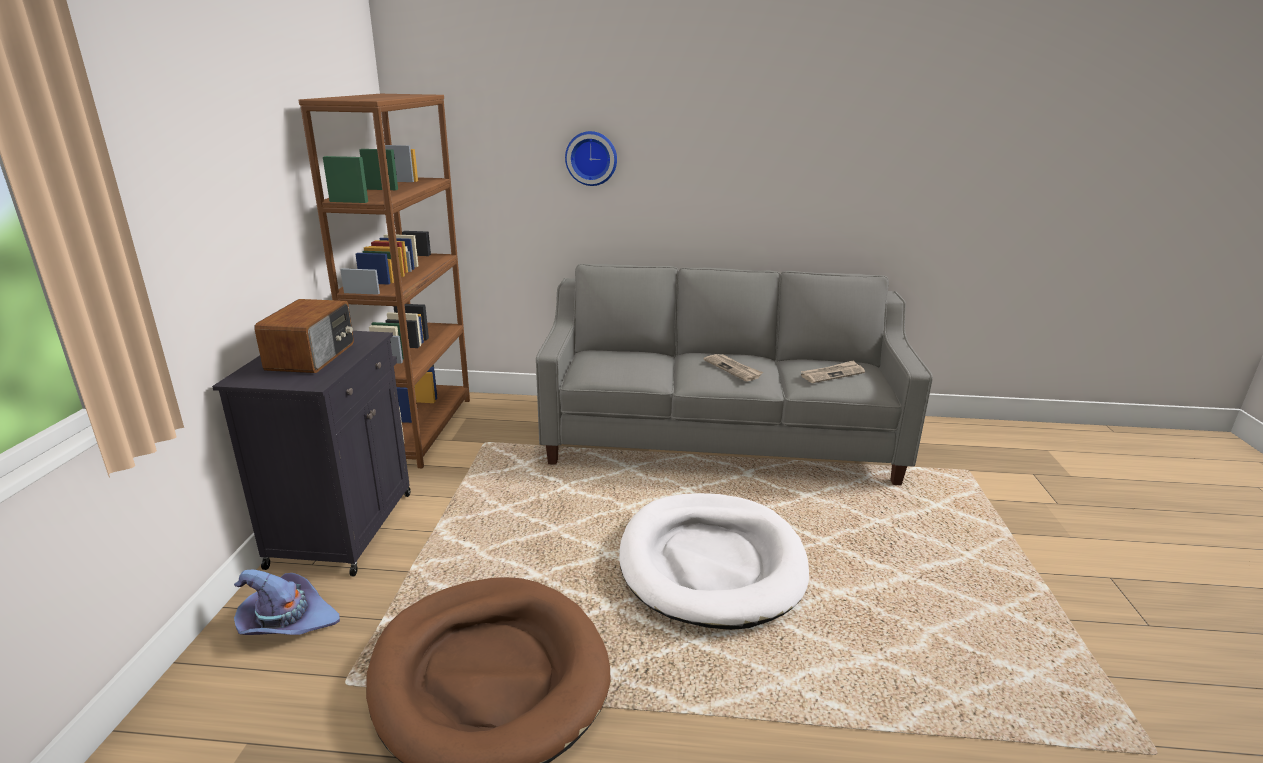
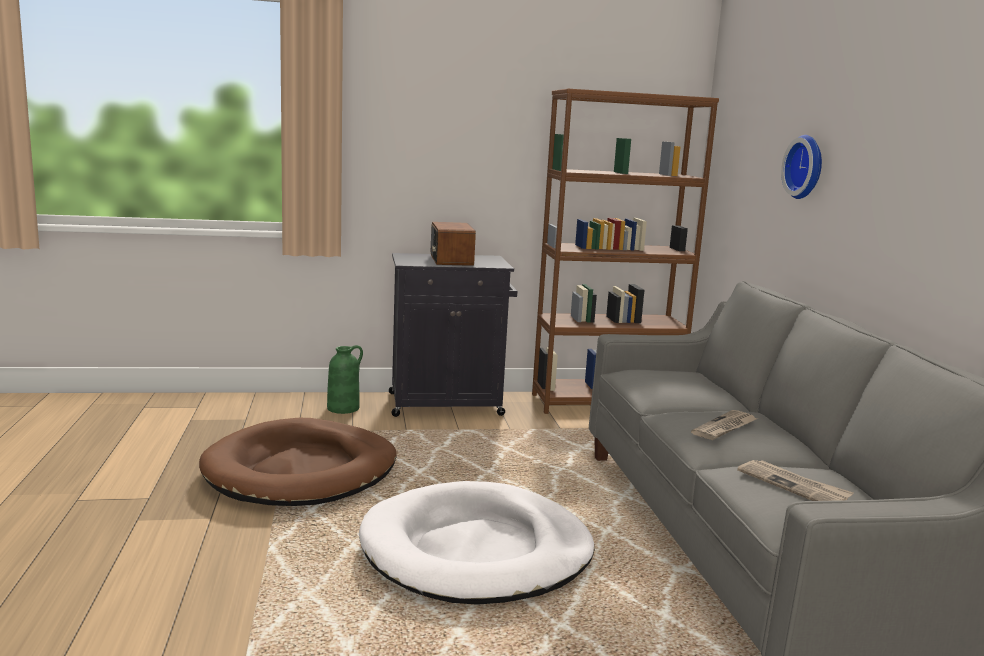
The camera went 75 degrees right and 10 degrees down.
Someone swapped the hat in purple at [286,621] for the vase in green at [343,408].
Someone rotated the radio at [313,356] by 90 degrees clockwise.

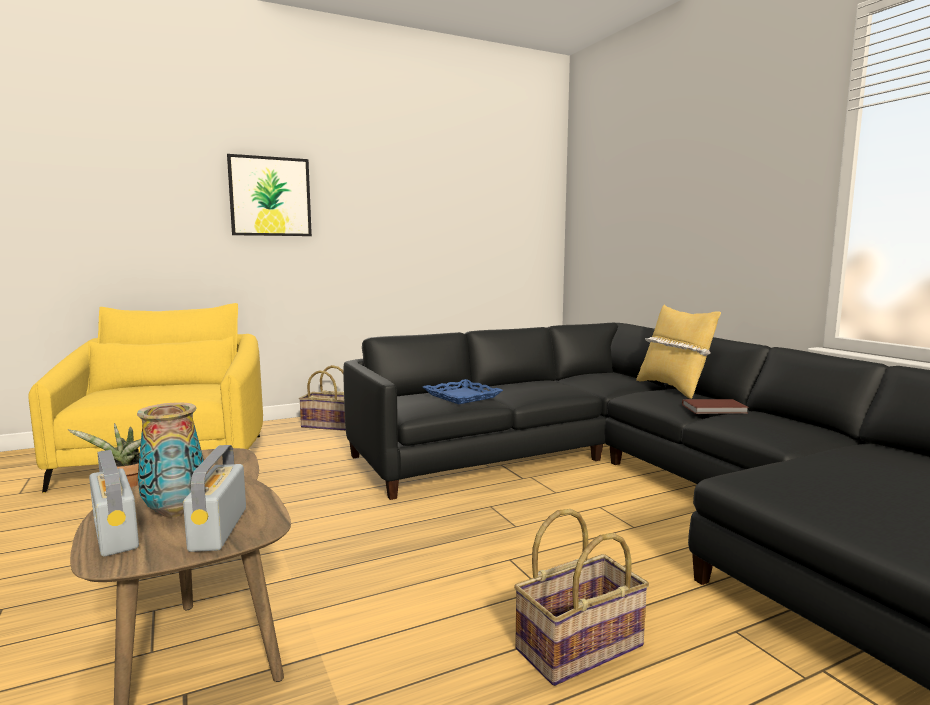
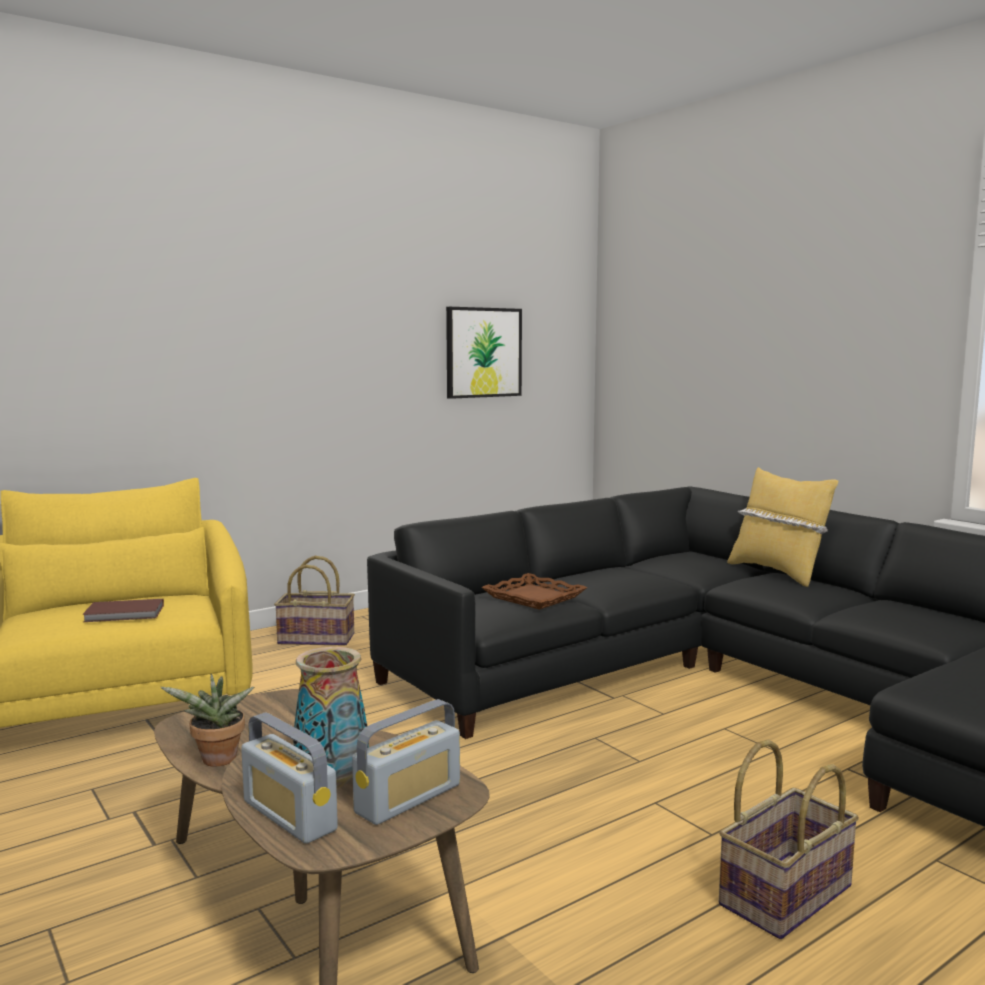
The camera went 10 degrees left and 0 degrees up.
Someone carried the picture from [270,196] to [483,352].
Someone carried the book in brown from [715,409] to [125,614].
Someone repainted the tray in blue at [461,396], which became the tray in brown at [533,597].
Someone rotated the radio at [218,529] by 120 degrees counterclockwise.

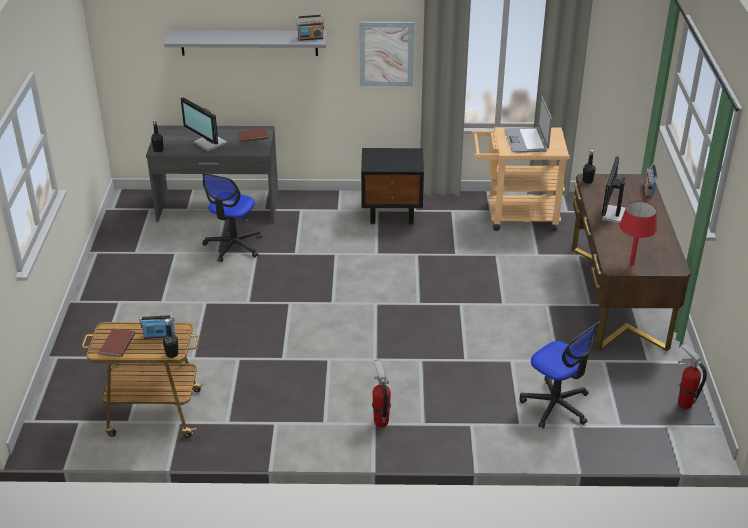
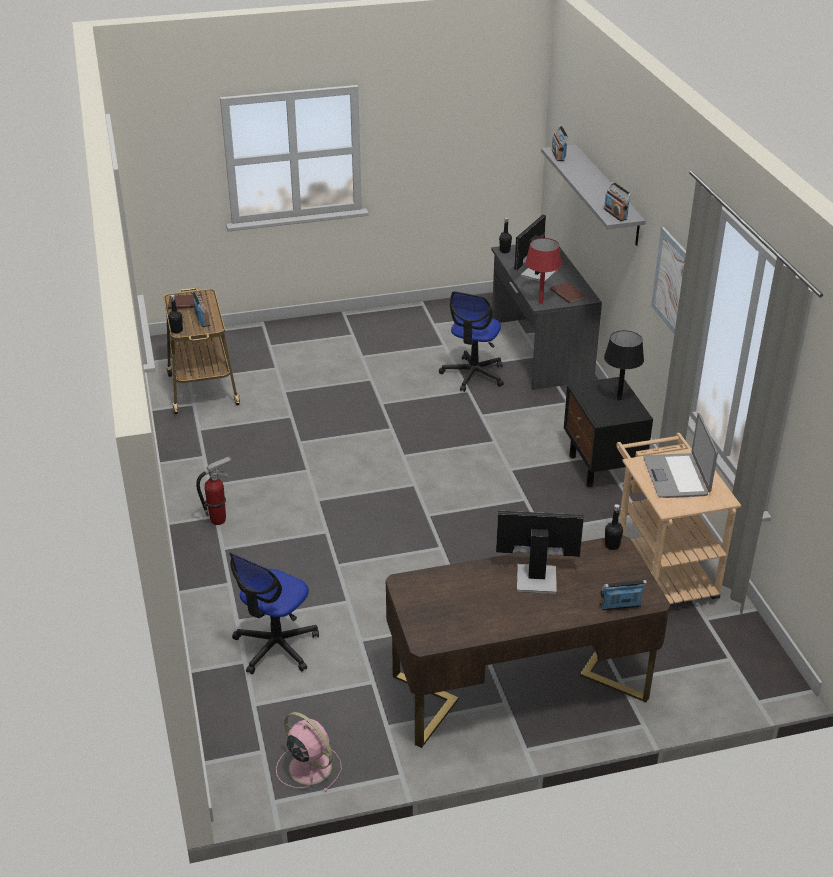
The camera went 75 degrees right and 0 degrees up.
Someone put down the radio at [558,155].
Someone put down the table lamp in black at [619,399].
Someone carried the table lamp in red from [631,264] to [540,302].
Someone swapped the fire extinguisher at [684,404] for the fan in pink at [308,766].
Someone rotated the office chair at [233,246] by 75 degrees counterclockwise.
Someone rotated the laptop at [526,141] by 75 degrees counterclockwise.

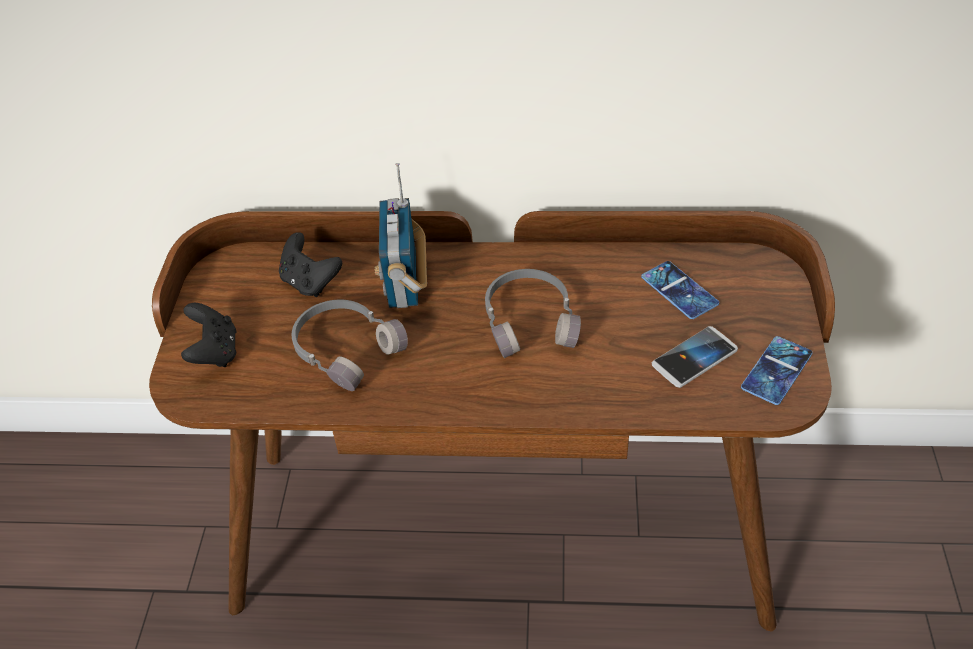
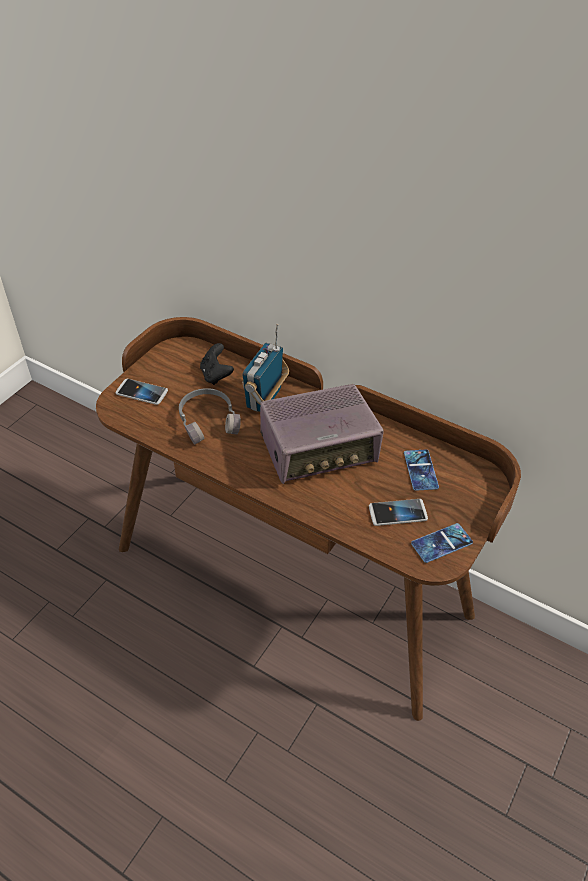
The camera went 25 degrees right and 0 degrees up.
Someone swapped the game controller in black at [215,352] for the phone at [142,392].
Someone swapped the headphones in grey at [530,321] for the radio at [319,449].

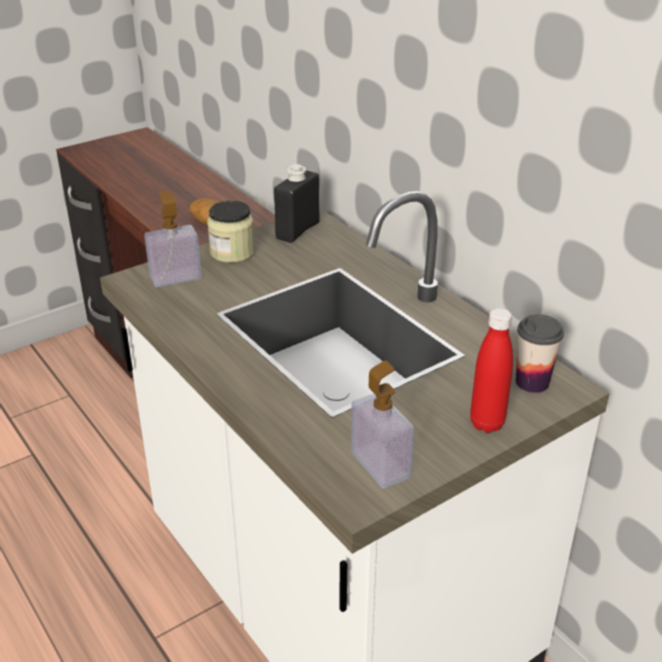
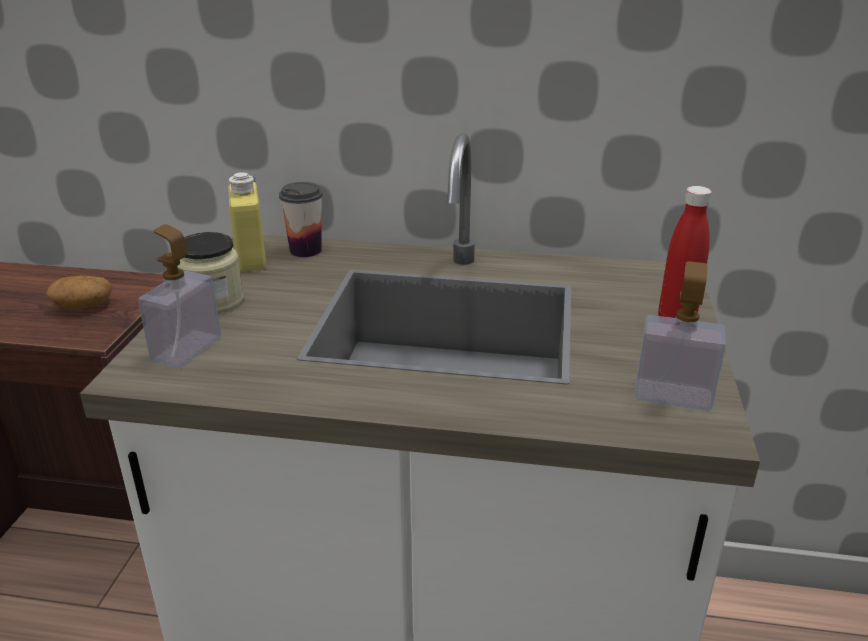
The camera went 45 degrees left and 5 degrees down.
Someone carried the cup from [532,382] to [305,250].
Someone repainted the bottle in black at [297,230], which became the bottle in yellow at [251,257].

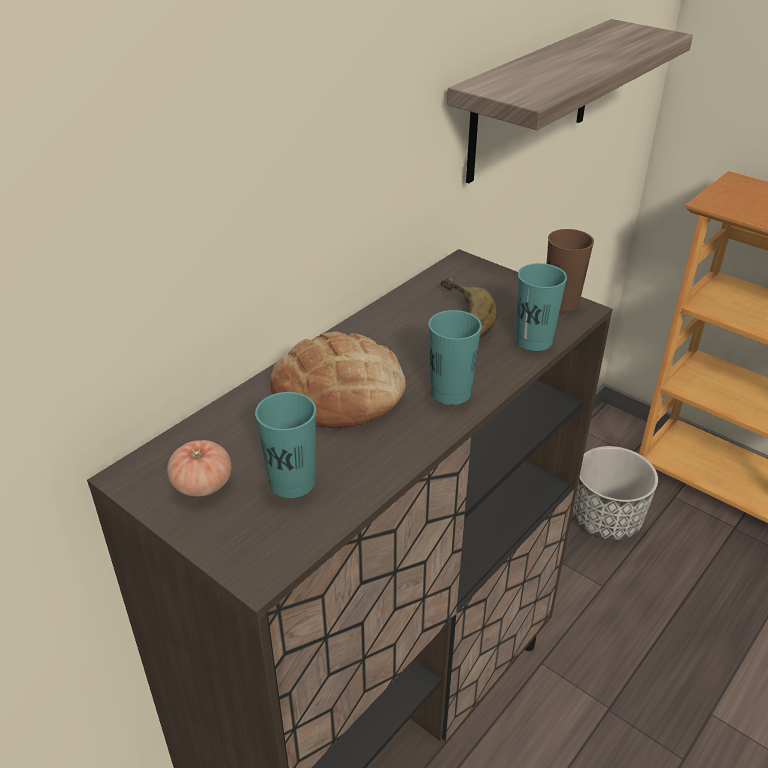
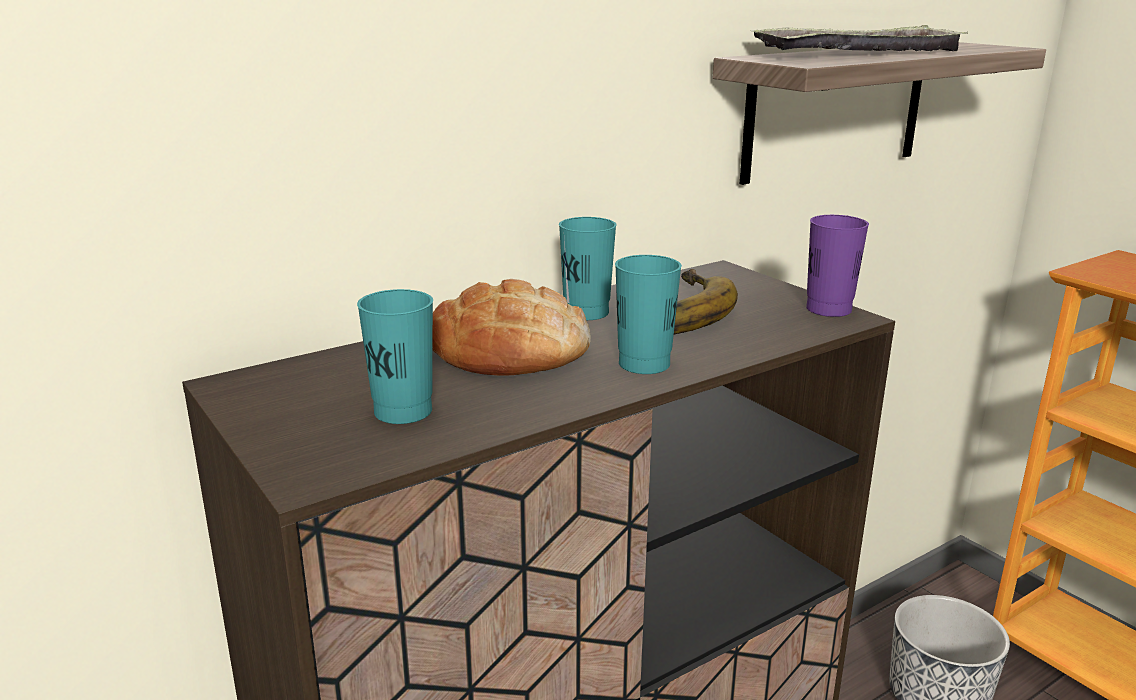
The camera went 15 degrees right and 15 degrees down.
Someone took away the tomato at [202,484].
Someone put down the tray at [859,53].
Someone carried the cup in turquoise from [533,341] to [586,313].
Someone repainted the cup in brown at [561,302], which became the cup in purple at [828,309].

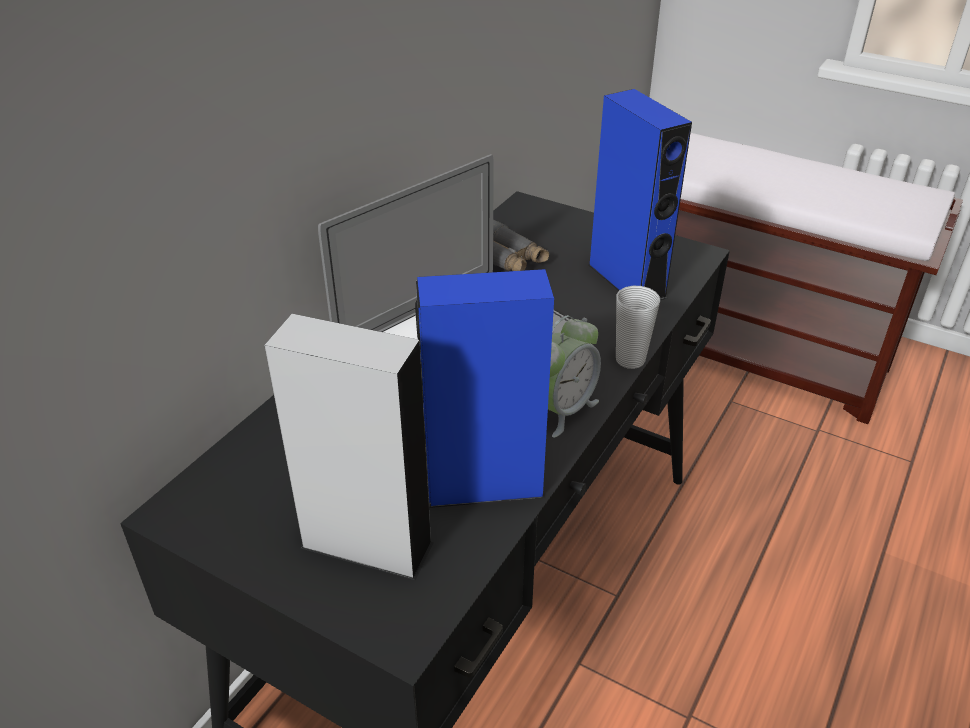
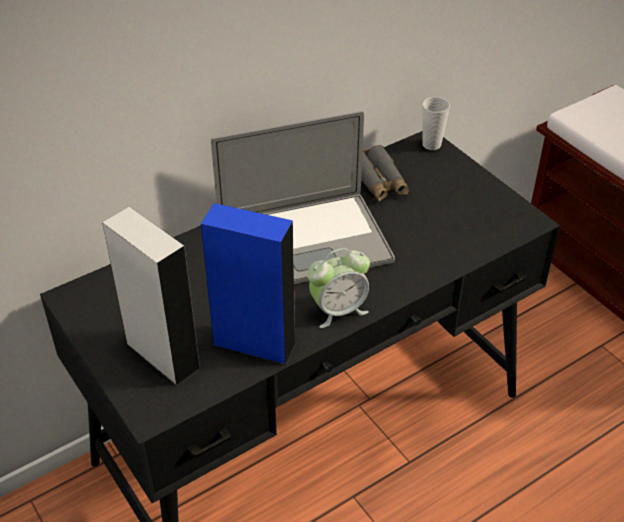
The camera went 25 degrees right and 5 degrees up.
Someone took away the speaker in blue at [626,281].
Someone carried the cup from [630,360] to [431,145].

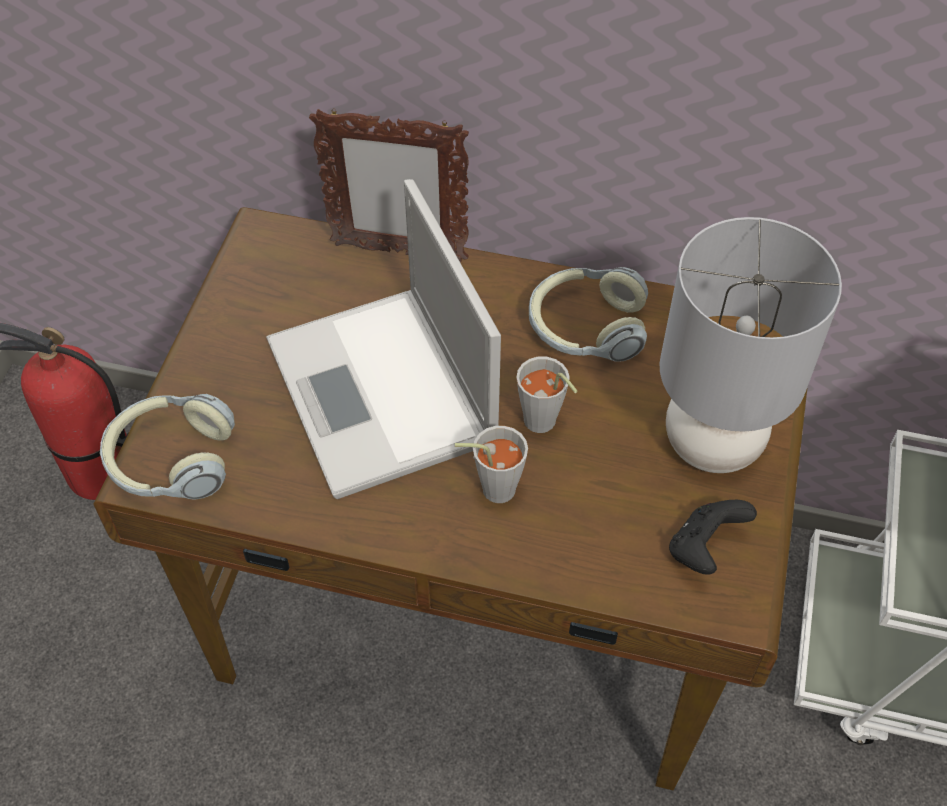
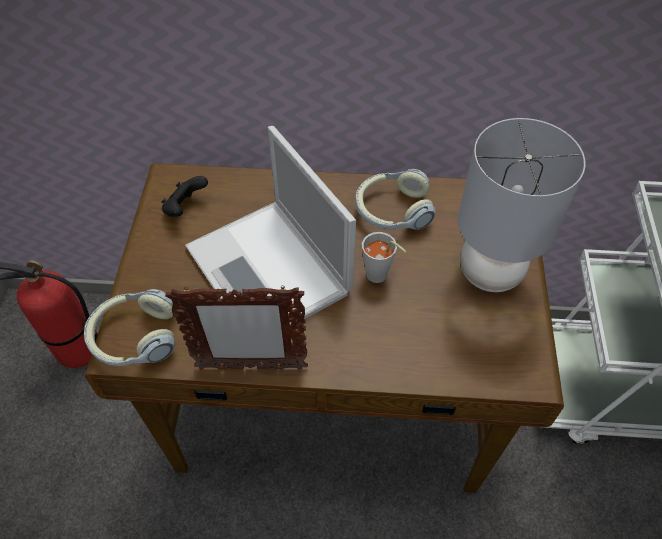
The camera went 10 degrees left and 0 degrees up.
Someone took away the cup in grey at [490,489].
Someone carried the picture frame from [398,252] to [250,367].
Someone carried the game controller in black from [704,548] to [185,208].

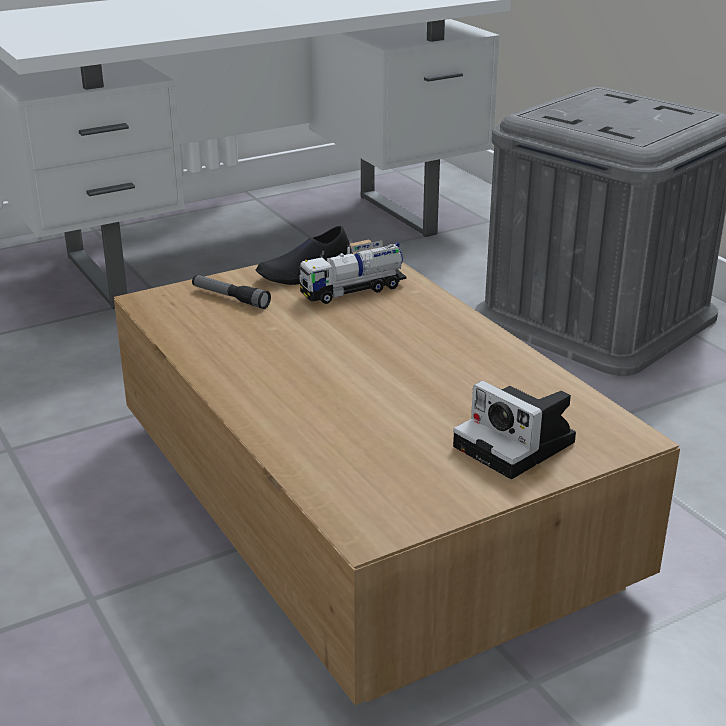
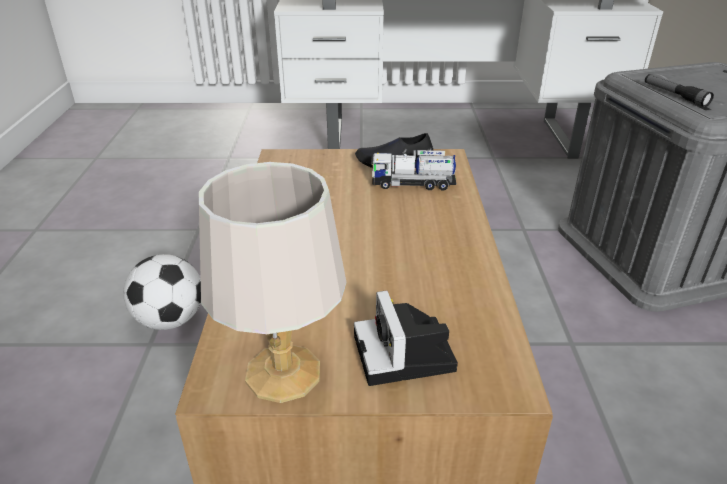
The camera went 30 degrees right and 5 degrees up.
Someone put down the football at [170,319].
Someone put down the table lamp in grey at [285,372].
Someone carried the flashlight from [230,298] to [674,95].

